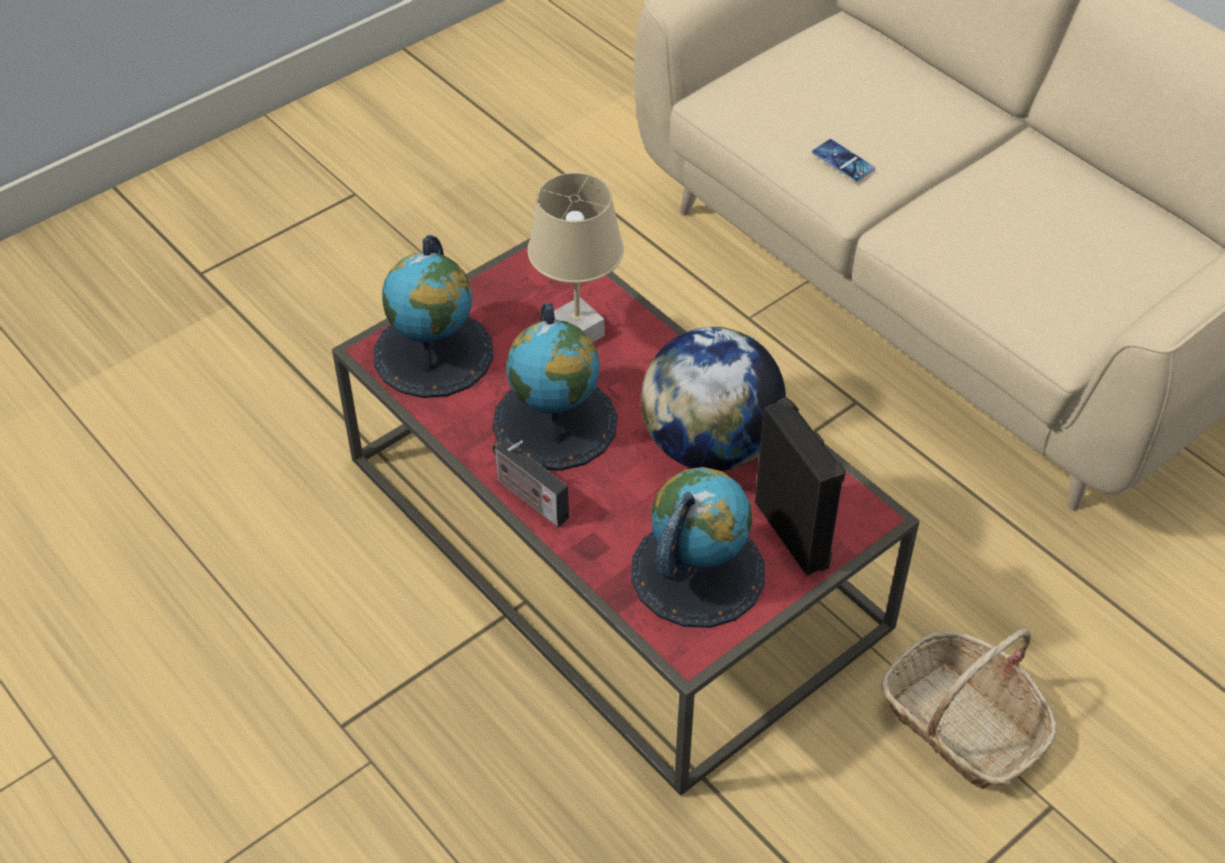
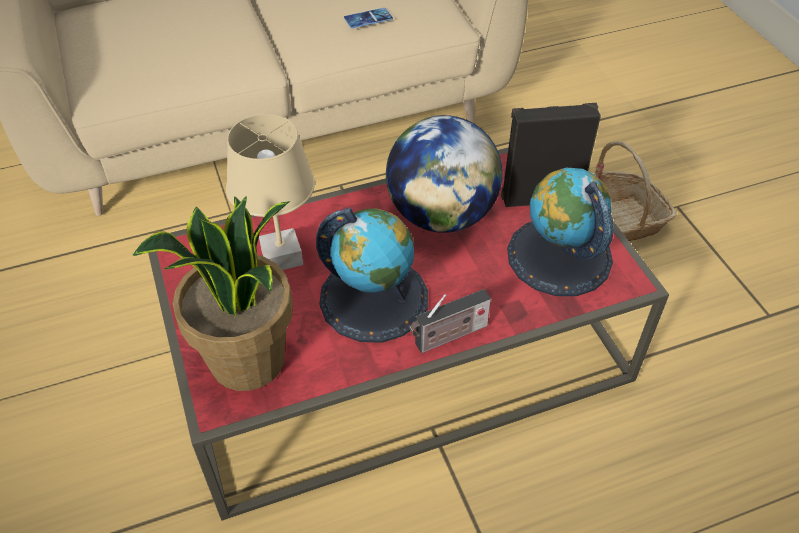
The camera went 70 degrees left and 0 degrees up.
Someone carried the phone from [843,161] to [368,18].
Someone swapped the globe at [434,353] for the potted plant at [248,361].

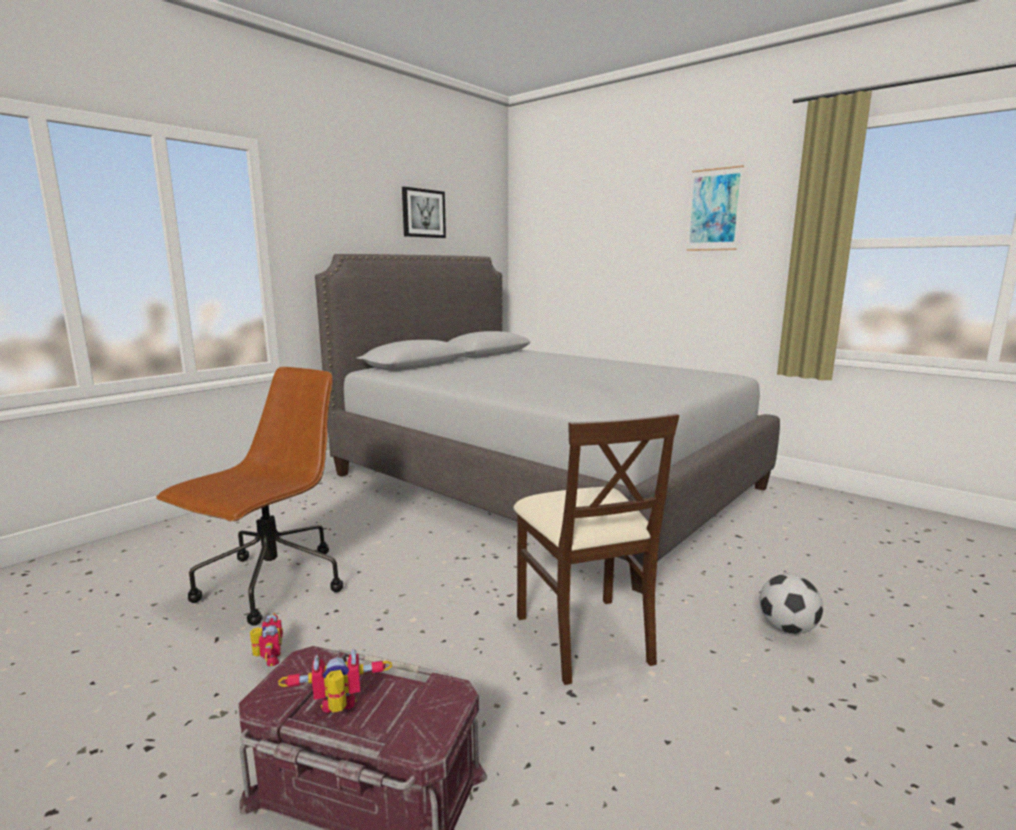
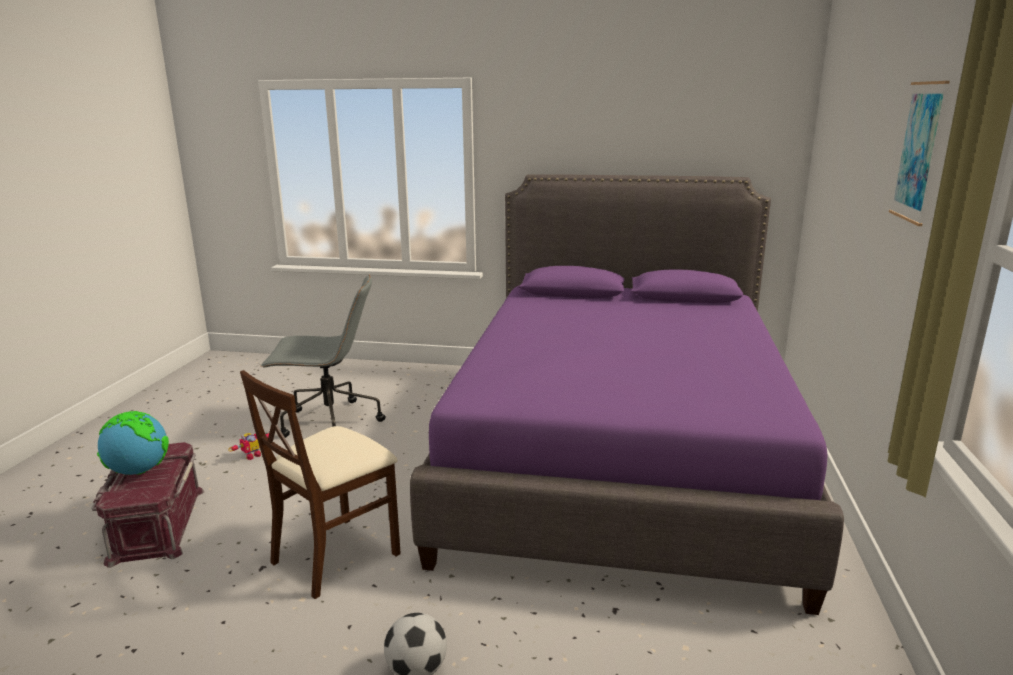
The camera went 60 degrees right and 5 degrees up.
Someone took away the picture at [423,213].
Someone swapped the toy robot at [338,710] for the globe at [138,471].
Someone repainted the office chair in brown at [271,585], which became the office chair in grey at [329,423].
Someone repainted the bed in grey at [543,481], which became the bed in purple at [619,456].

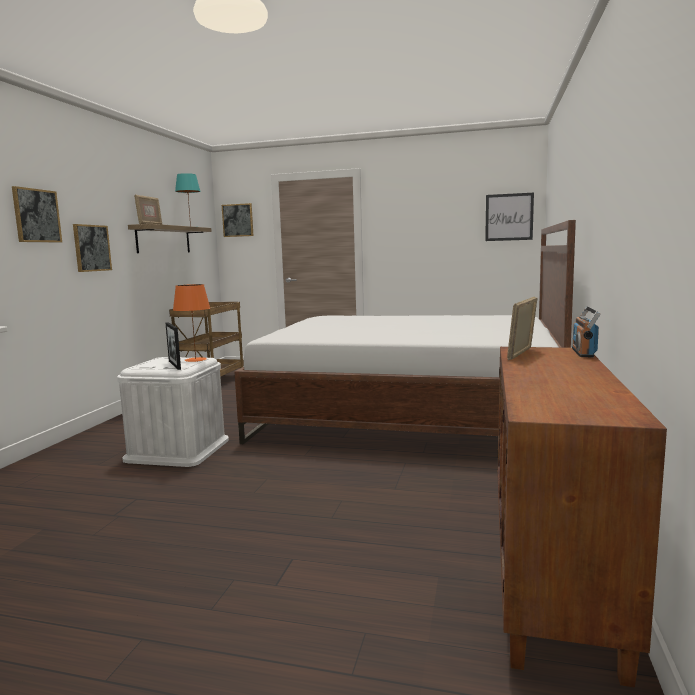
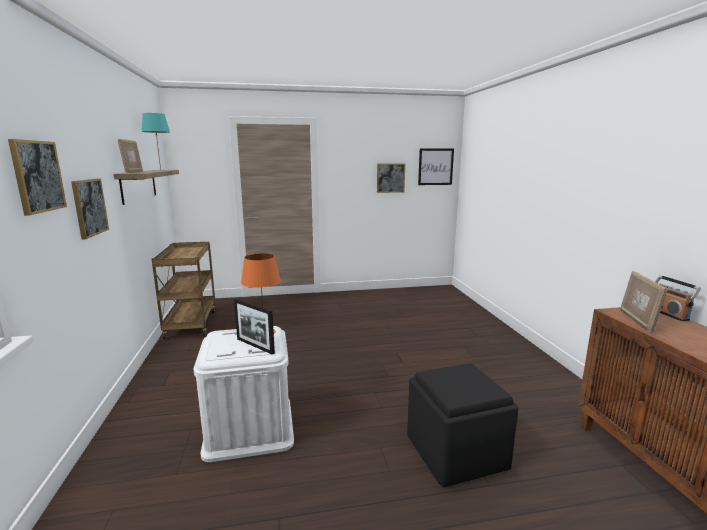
The camera went 25 degrees left and 5 degrees up.
Someone took away the bed at [408,416].
Someone put down the ottoman in black at [457,452].
Someone carried the picture from [238,220] to [390,178].

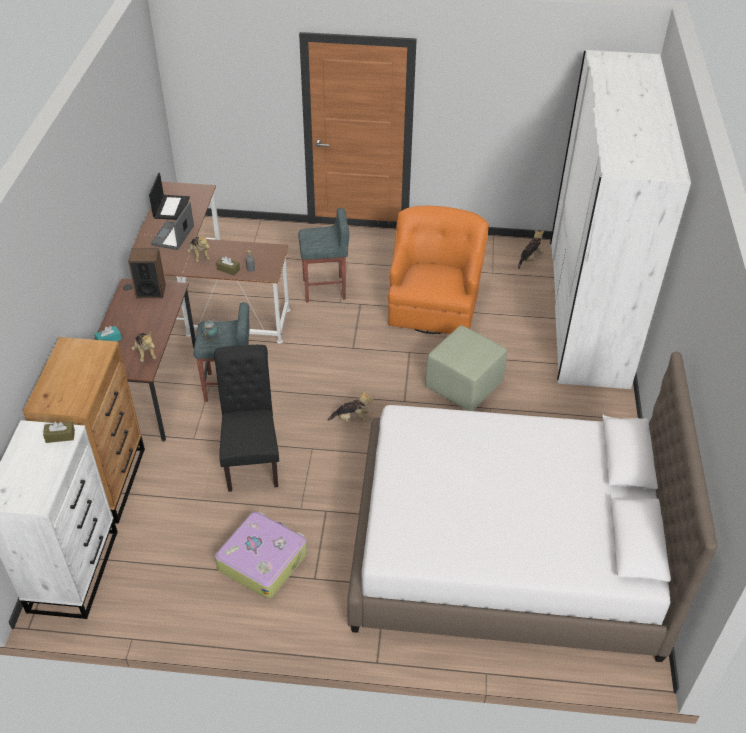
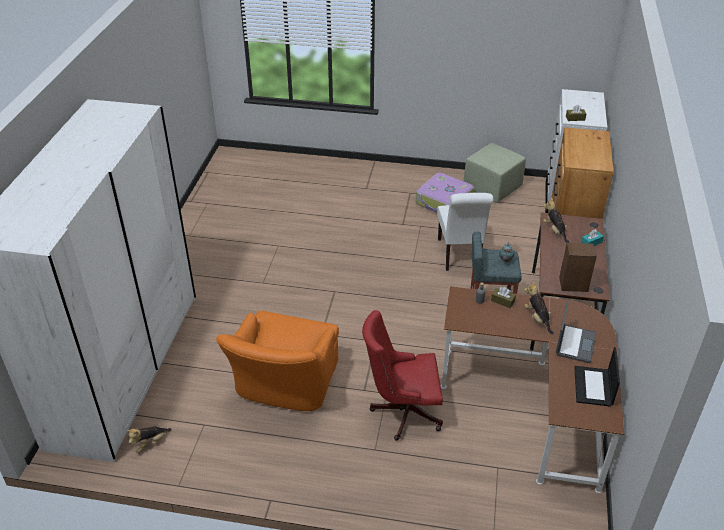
The camera went 175 degrees left and 5 degrees down.
Someone took away the plush toy at [351,419].
Someone took away the bed in white at [506,550].
Someone carried the ottoman in green from [464,385] to [492,188].
Someone swapped the stool in grey at [325,289] for the office chair in red at [402,411].
Someone repainted the chair in black at [252,459], which became the chair in white at [460,256].

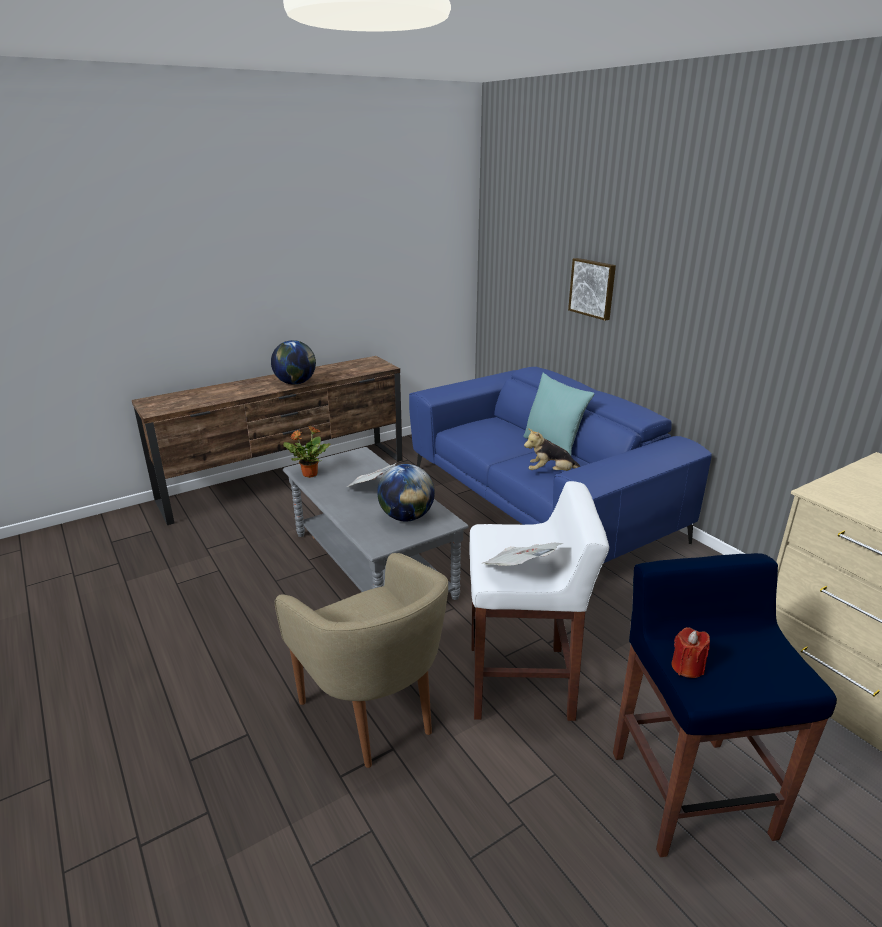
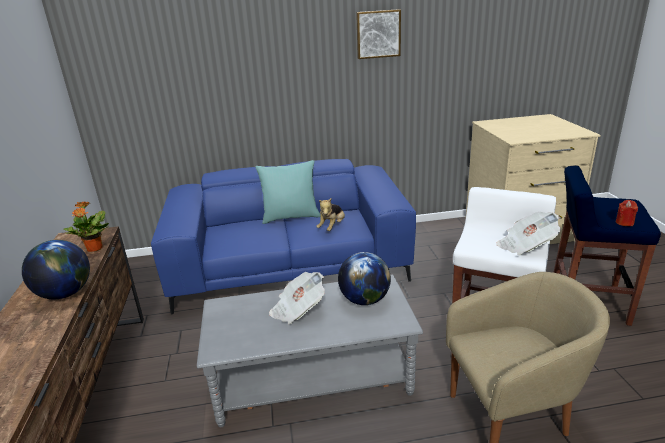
The camera went 65 degrees left and 0 degrees up.
Someone carried the potted plant from [309,474] to [94,249].
Someone carried the picture from [593,288] to [378,34].

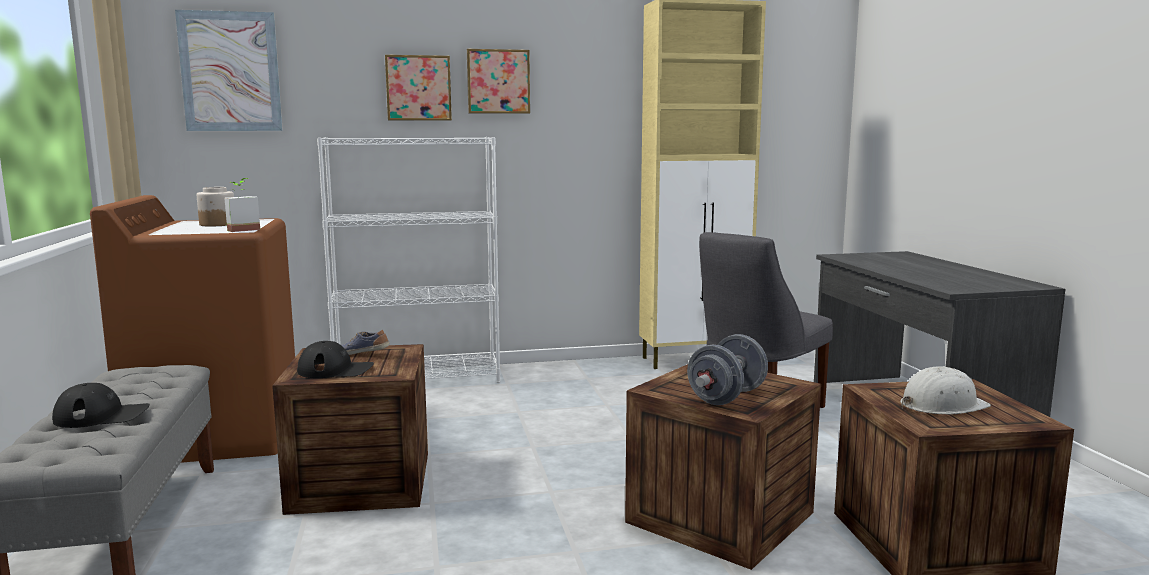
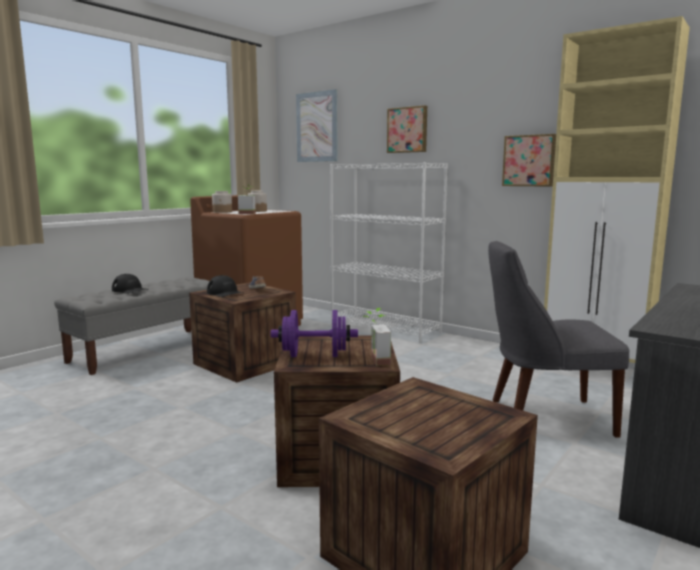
The camera went 50 degrees right and 0 degrees up.
Someone took away the hard hat in white at [942,405].
Someone put down the jar at [222,212].
Someone put down the potted plant at [374,361].
Someone carried the picture from [498,82] to [529,161].
Someone repainted the dumbbell in grey at [726,397], which became the dumbbell in purple at [314,355].

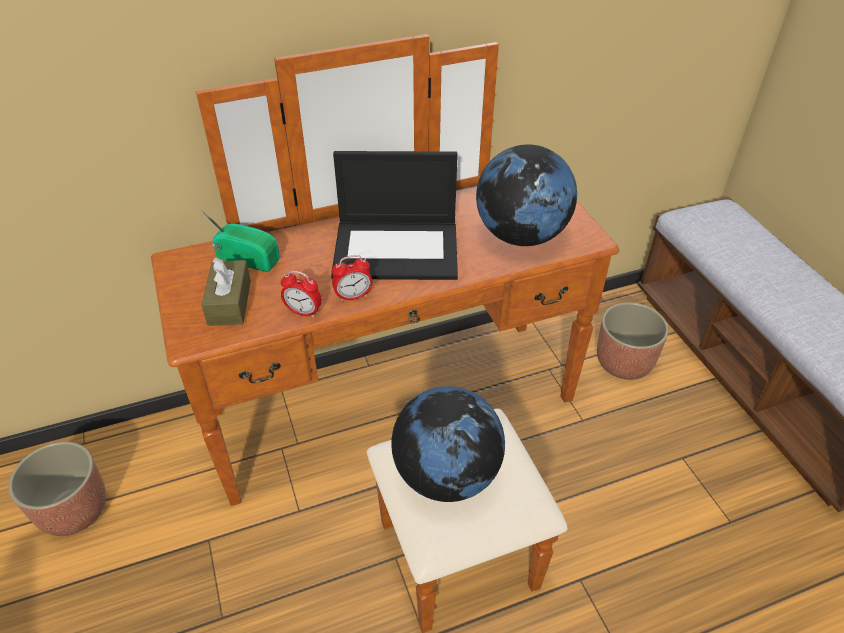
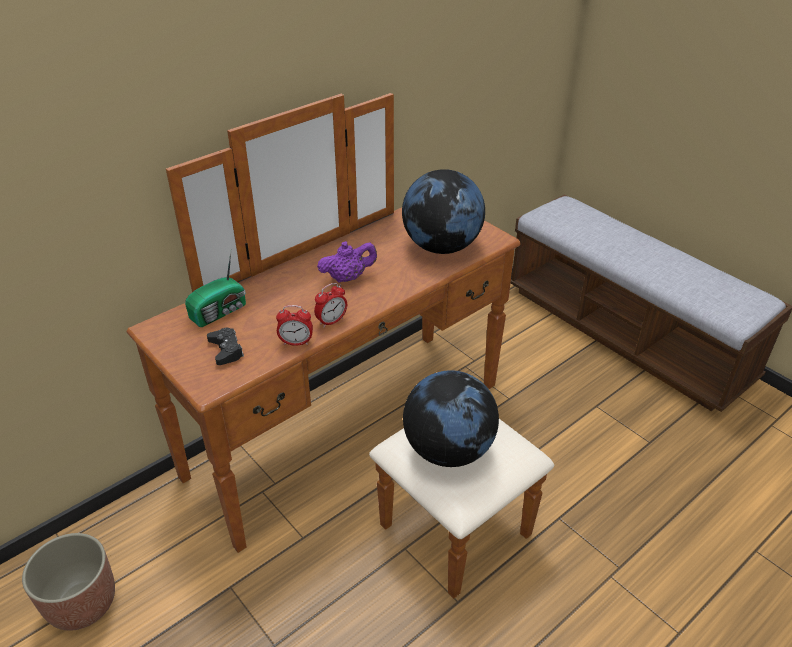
The camera went 20 degrees left and 5 degrees down.
Someone took away the planter at [624,362].
Someone swapped the tissue box in brown at [229,302] for the game controller in black at [226,350].
Someone swapped the laptop at [397,249] for the teapot in purple at [348,278].
Someone rotated the radio at [247,258] by 135 degrees clockwise.

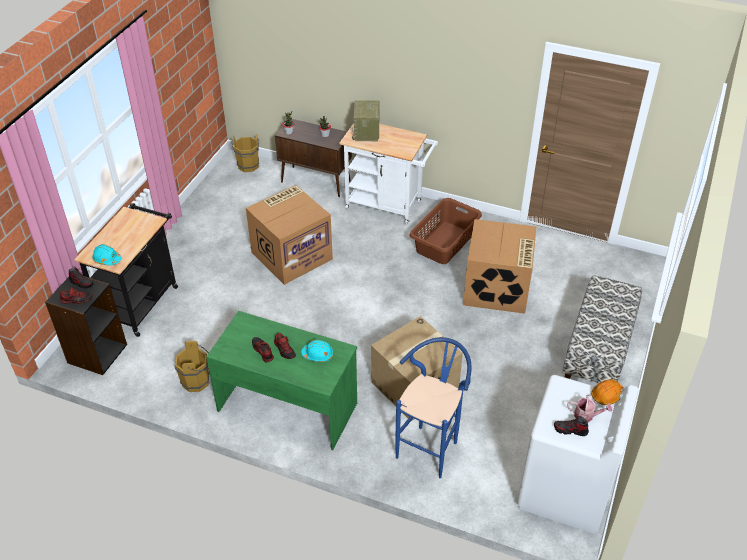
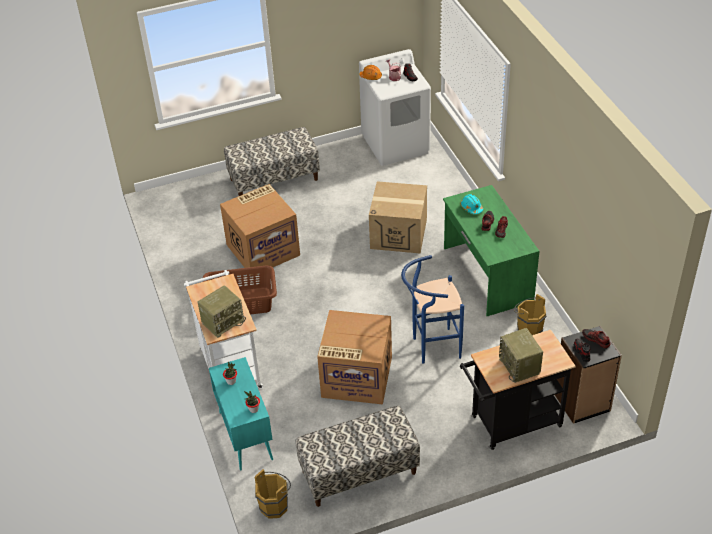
The camera went 130 degrees left and 0 degrees up.
Someone took away the hard hat in turquoise at [107,259].
Someone put down the bench at [359,472].
Someone put down the radio at [520,366].
Someone carried the stool in blue from [431,446] to [431,348].
Someone repainted the cabinet in brown at [316,182], which became the cabinet in turquoise at [245,435].

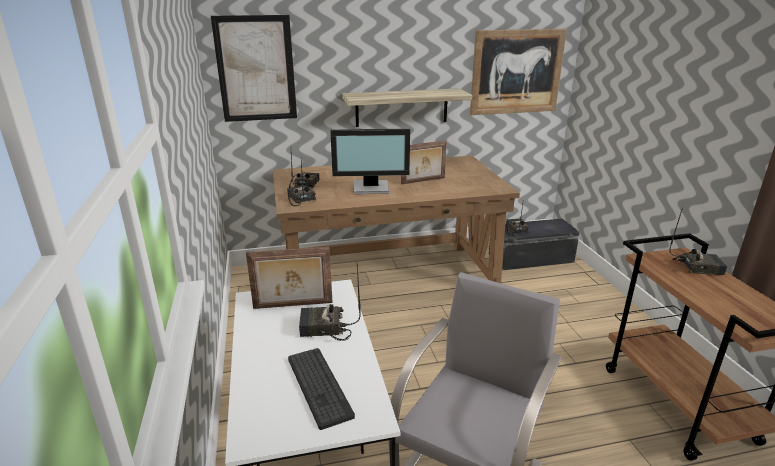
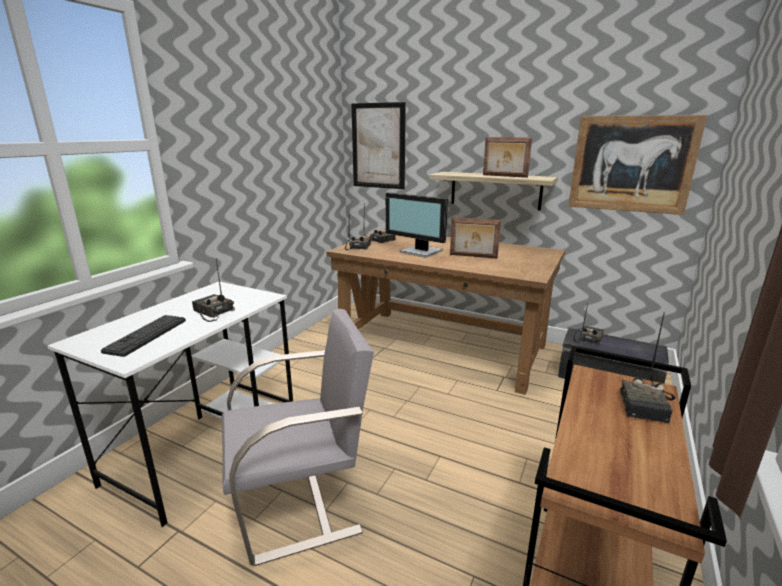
The camera went 40 degrees right and 5 degrees down.
Someone carried the picture frame from [293,306] to [504,176].
Someone rotated the radio at [698,267] by 60 degrees clockwise.

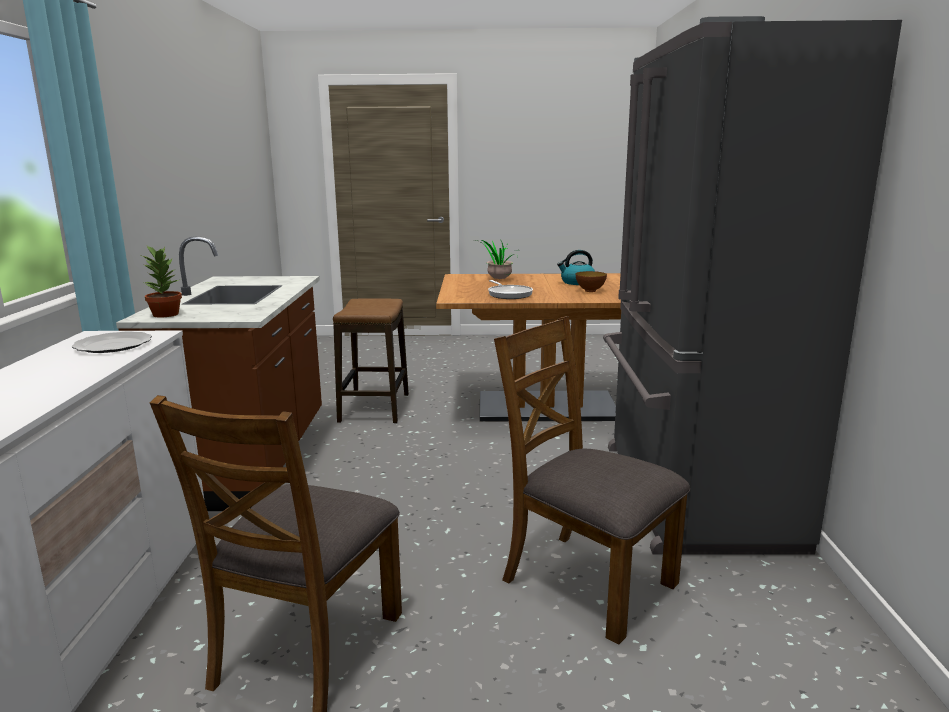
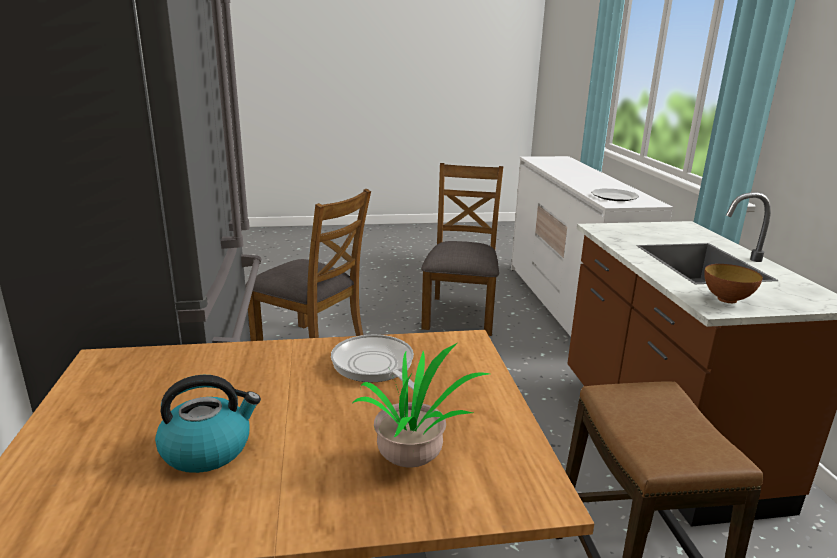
The camera went 170 degrees right and 5 degrees up.
Someone took away the potted plant at [166,314].
Someone carried the bowl from [590,291] to [727,299].

